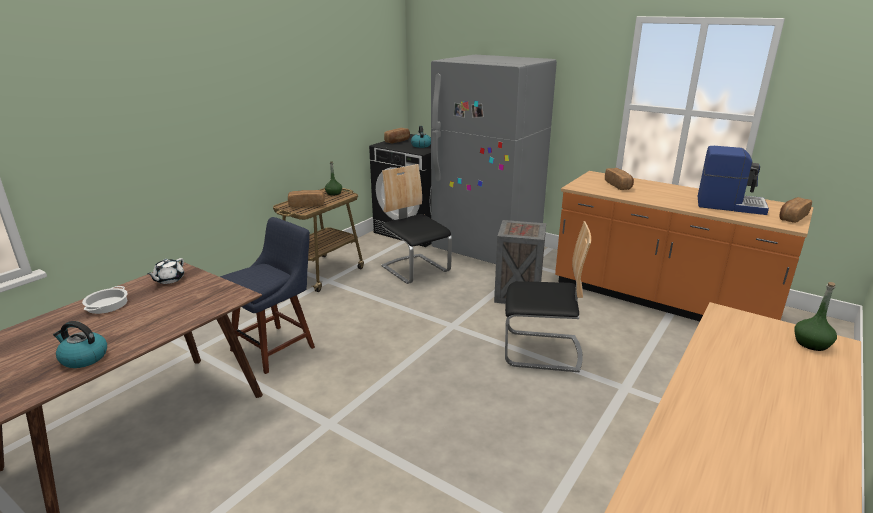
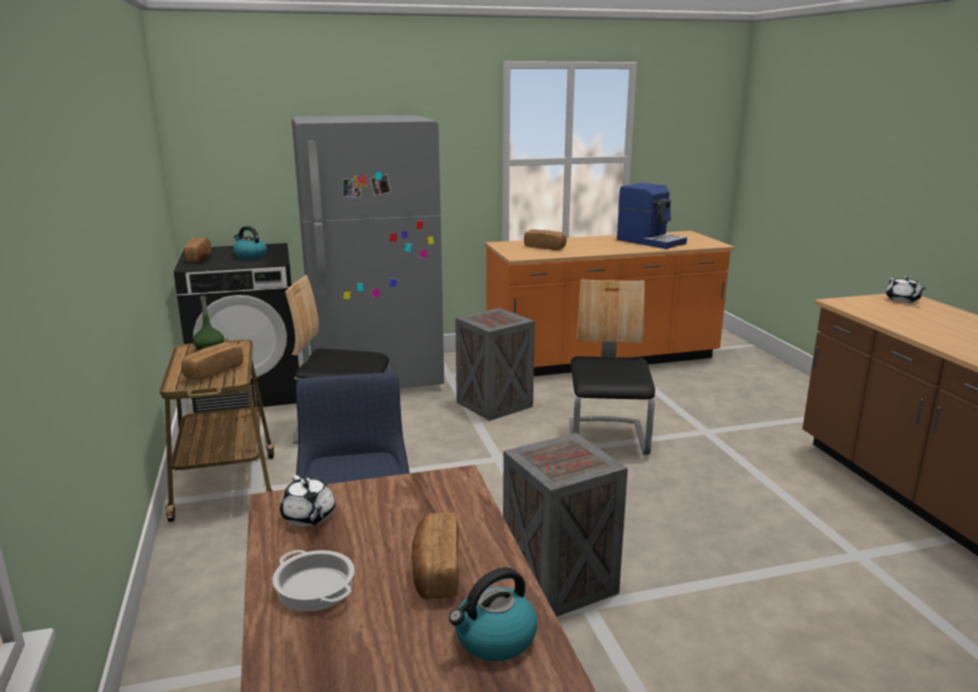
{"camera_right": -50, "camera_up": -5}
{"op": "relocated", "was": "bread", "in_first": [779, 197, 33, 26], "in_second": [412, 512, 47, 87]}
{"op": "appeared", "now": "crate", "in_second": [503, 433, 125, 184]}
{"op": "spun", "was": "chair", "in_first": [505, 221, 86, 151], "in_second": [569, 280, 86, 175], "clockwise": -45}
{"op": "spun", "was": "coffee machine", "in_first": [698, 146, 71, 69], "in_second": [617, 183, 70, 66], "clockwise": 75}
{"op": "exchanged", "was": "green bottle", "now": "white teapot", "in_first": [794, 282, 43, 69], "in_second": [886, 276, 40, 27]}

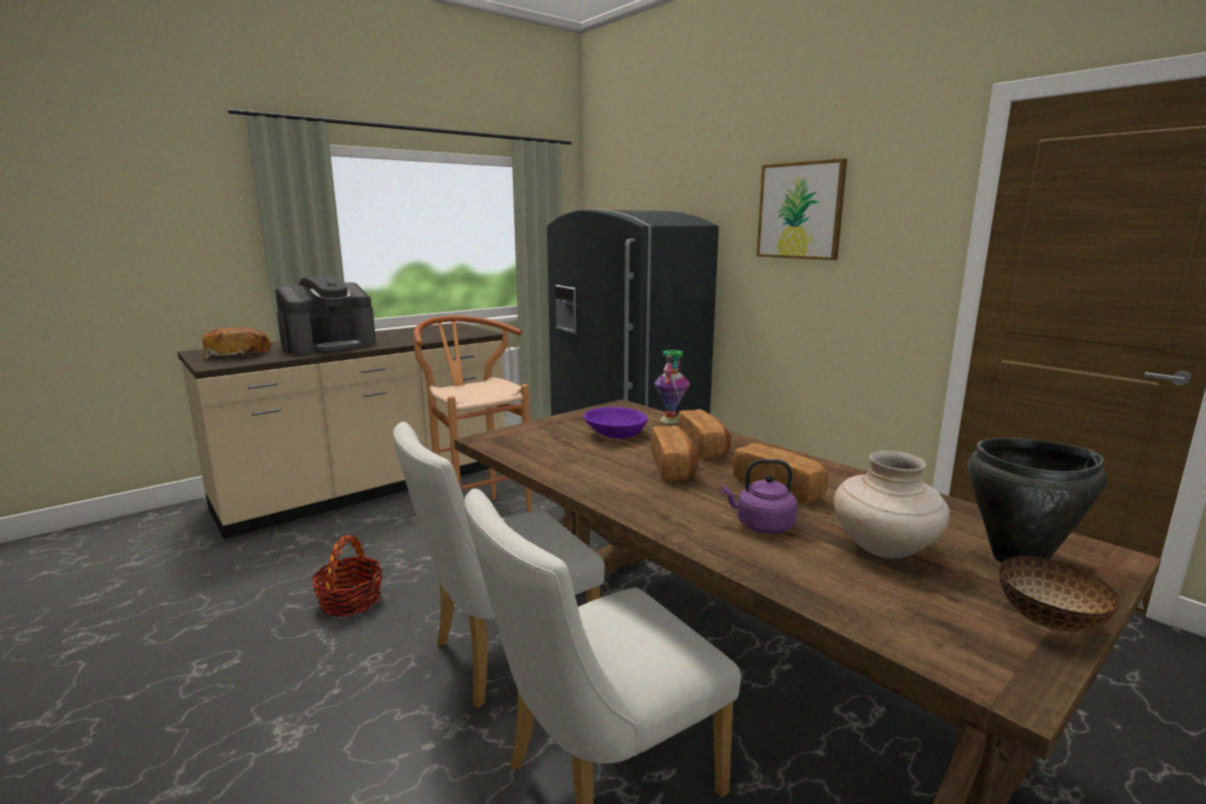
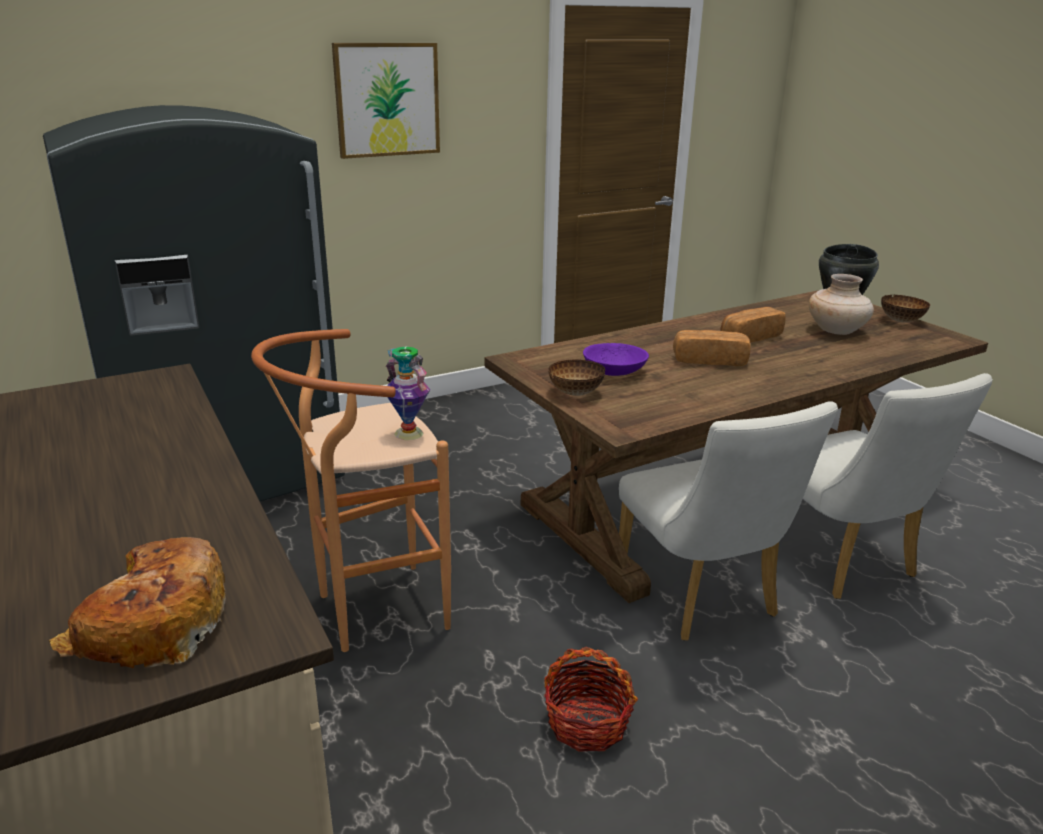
{"camera_right": -80, "camera_up": 10}
{"op": "relocated", "was": "vase", "in_first": [654, 350, 36, 74], "in_second": [385, 347, 45, 93]}
{"op": "appeared", "now": "bowl", "in_second": [549, 359, 56, 37]}
{"op": "missing", "was": "coffee machine", "in_first": [275, 276, 101, 79]}
{"op": "missing", "was": "bread", "in_first": [677, 409, 54, 50]}
{"op": "missing", "was": "purple kettle", "in_first": [722, 459, 75, 75]}

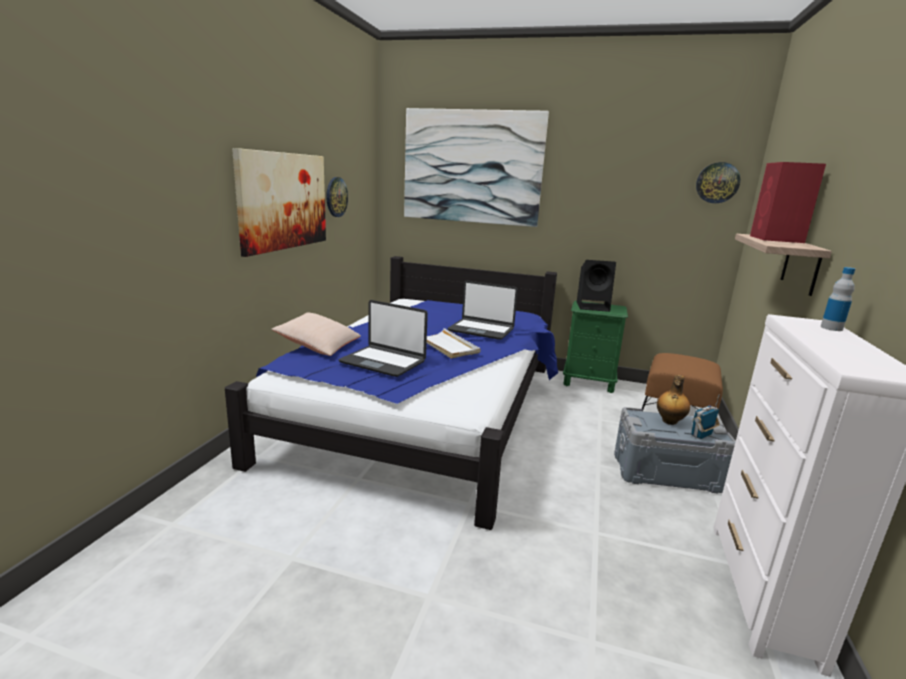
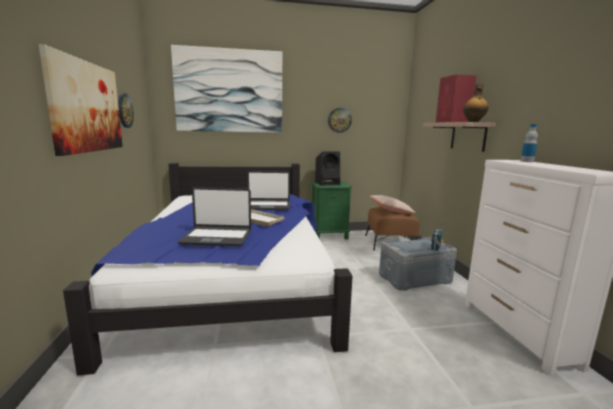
{"camera_right": -25, "camera_up": -5}
{"op": "relocated", "was": "wall clock", "in_first": [696, 162, 44, 41], "in_second": [328, 108, 24, 25]}
{"op": "relocated", "was": "beige pillow", "in_first": [271, 312, 90, 44], "in_second": [370, 195, 46, 19]}
{"op": "relocated", "was": "bottle", "in_first": [657, 375, 33, 50], "in_second": [463, 83, 26, 39]}

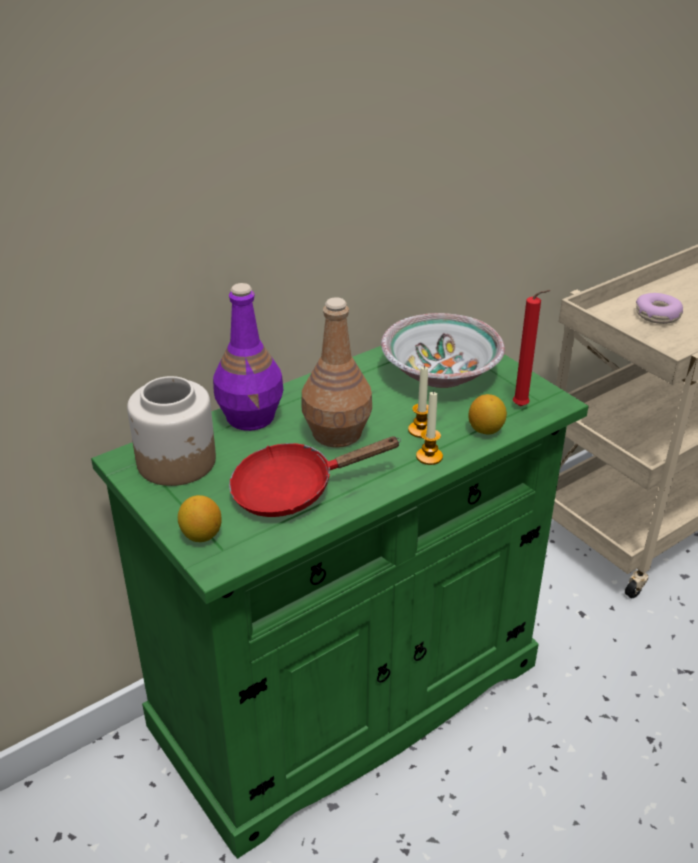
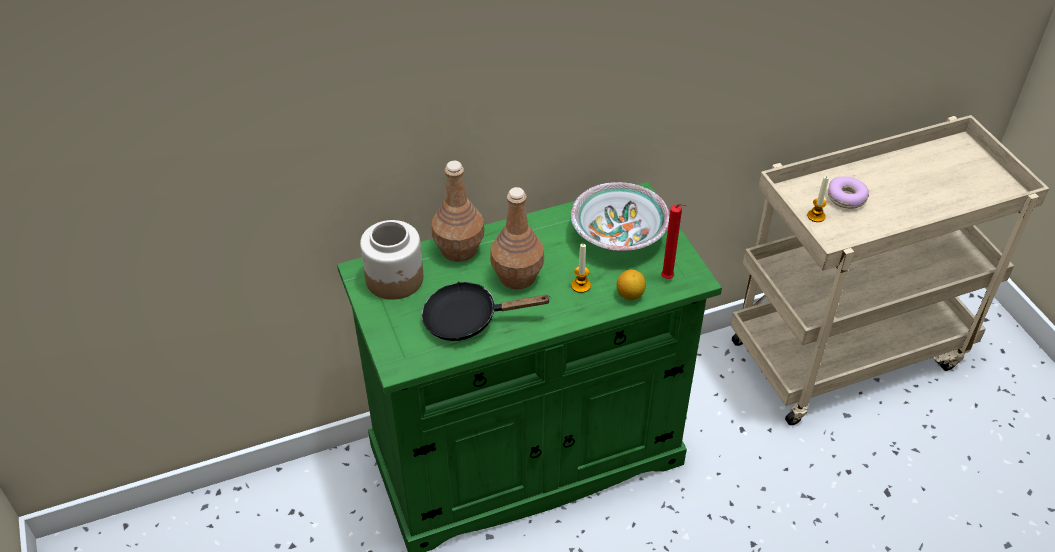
{"camera_right": 15, "camera_up": 10}
{"op": "colour", "was": "red frying pan", "now": "black frying pan", "in_first": [229, 436, 172, 81], "in_second": [422, 281, 129, 60]}
{"op": "colour", "was": "purple bottle", "now": "brown bottle", "in_first": [213, 283, 70, 148], "in_second": [432, 161, 52, 101]}
{"op": "relocated", "was": "candle", "in_first": [416, 391, 27, 74], "in_second": [807, 176, 22, 46]}
{"op": "missing", "was": "lemon", "in_first": [178, 495, 44, 47]}

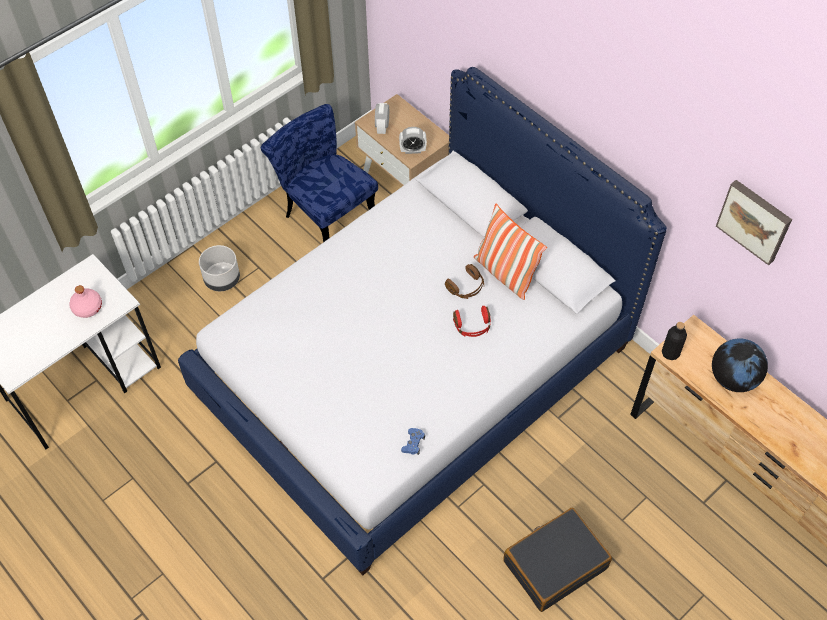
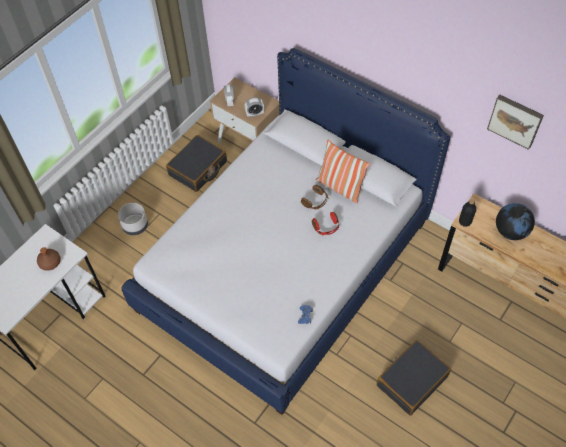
{"camera_right": -10, "camera_up": 0}
{"op": "colour", "was": "pink bottle", "now": "brown bottle", "in_first": [69, 285, 33, 33], "in_second": [37, 247, 24, 23]}
{"op": "exchanged", "was": "blue chair", "now": "black suitcase", "in_first": [261, 104, 117, 138], "in_second": [166, 135, 61, 57]}

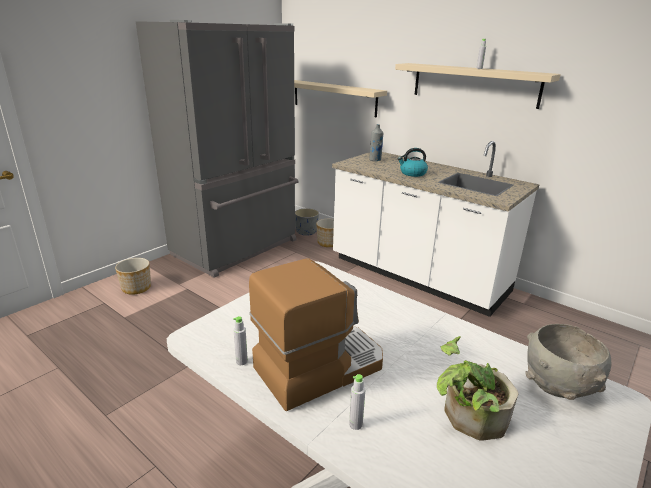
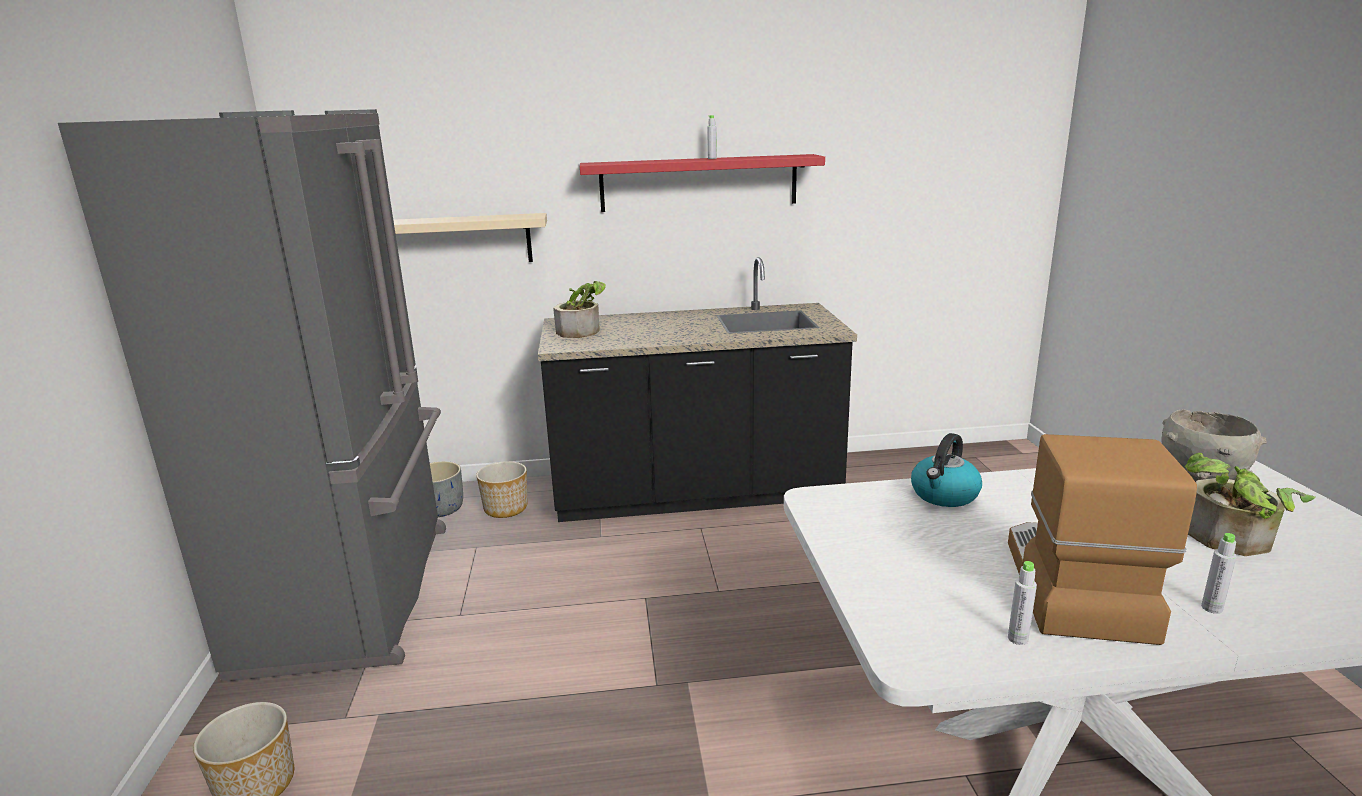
{"camera_right": -45, "camera_up": -5}
{"op": "colour", "was": "white counter", "now": "black counter", "in_first": [332, 141, 208, 176], "in_second": [538, 257, 319, 265]}
{"op": "exchanged", "was": "grey bottle", "now": "potted plant", "in_first": [369, 124, 15, 37], "in_second": [553, 281, 53, 57]}
{"op": "colour", "was": "beige shelf", "now": "red shelf", "in_first": [395, 63, 166, 46], "in_second": [580, 154, 245, 58]}
{"op": "relocated", "was": "kettle", "in_first": [397, 148, 31, 29], "in_second": [911, 433, 71, 74]}

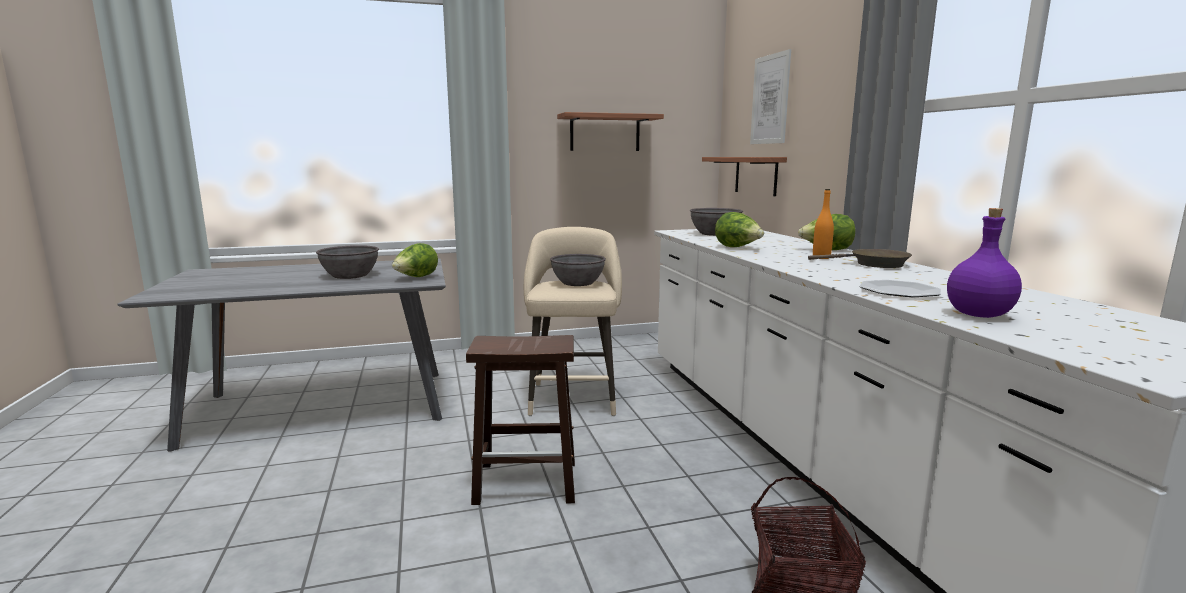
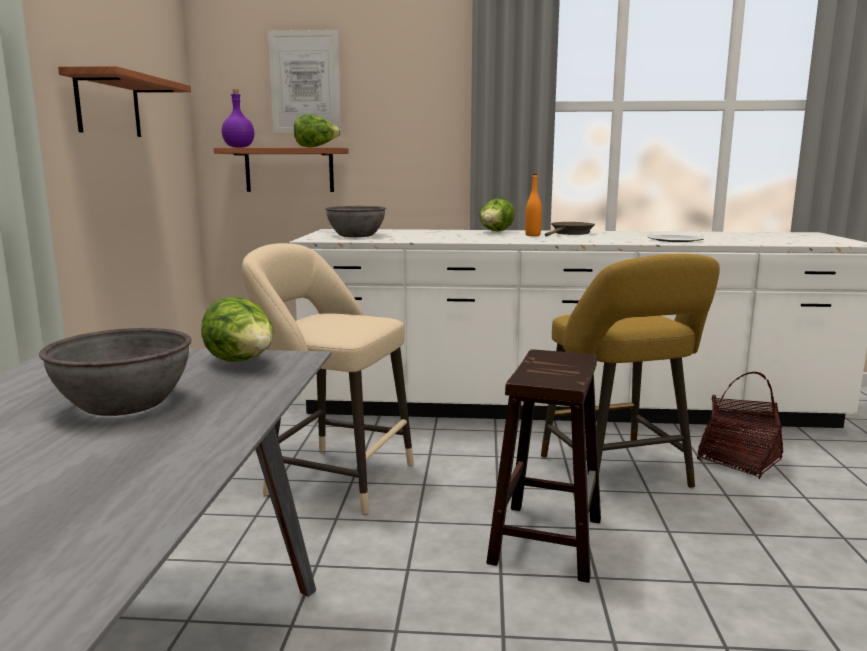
{"camera_right": -70, "camera_up": 0}
{"op": "relocated", "was": "purple bottle", "in_first": [947, 208, 75, 110], "in_second": [222, 89, 32, 59]}
{"op": "relocated", "was": "lettuce", "in_first": [715, 212, 49, 35], "in_second": [294, 114, 47, 33]}
{"op": "appeared", "now": "yellow stool", "in_second": [541, 254, 179, 235]}
{"op": "missing", "was": "grey bowl", "in_first": [550, 254, 56, 32]}

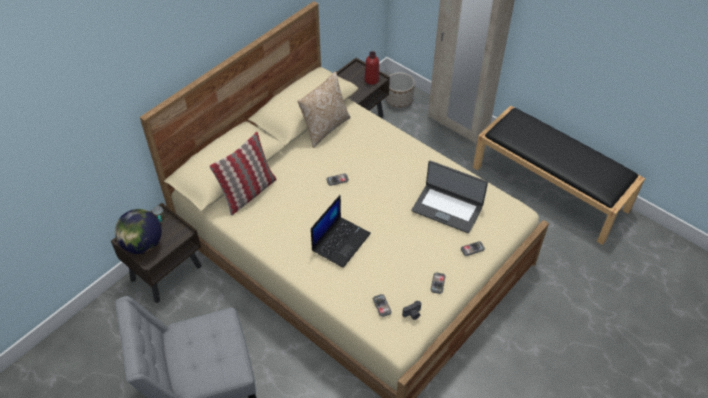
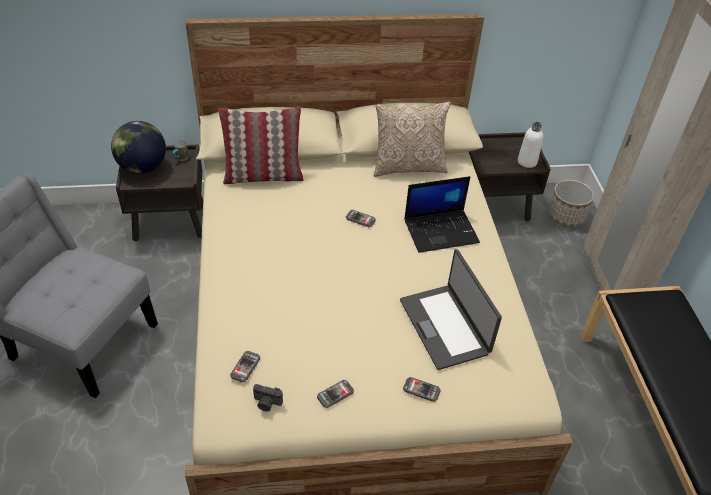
{"camera_right": 40, "camera_up": -5}
{"op": "relocated", "was": "laptop", "in_first": [311, 195, 60, 73], "in_second": [404, 176, 76, 77]}
{"op": "colour", "was": "red bottle", "now": "white bottle", "in_first": [365, 51, 14, 34], "in_second": [518, 122, 25, 46]}

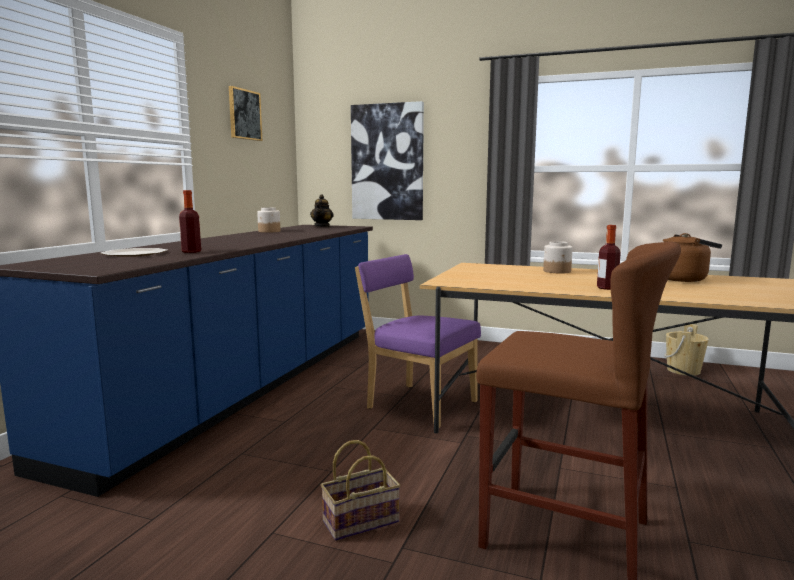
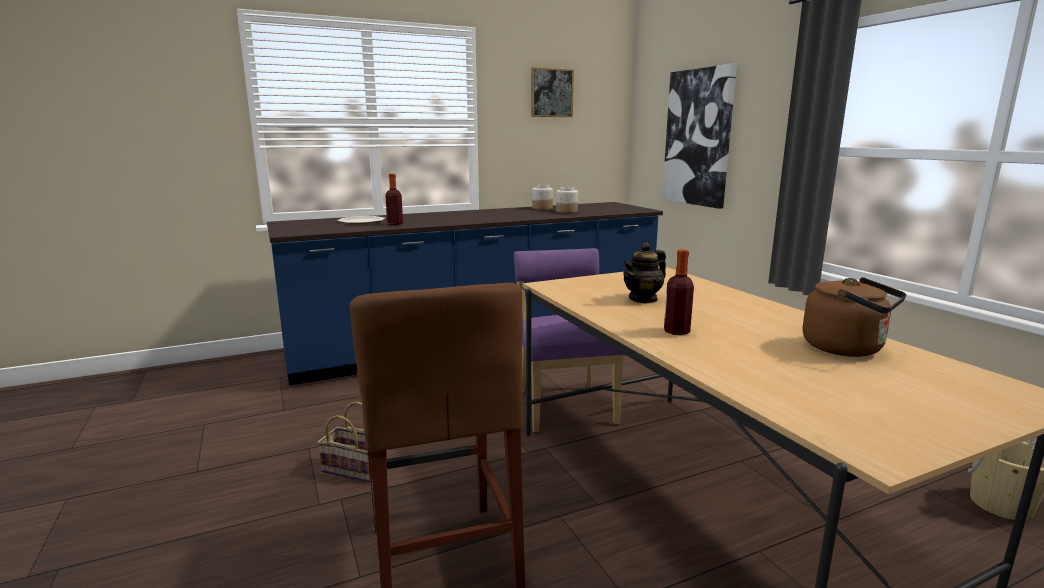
{"camera_right": 45, "camera_up": 5}
{"op": "relocated", "was": "jar", "in_first": [543, 241, 30, 33], "in_second": [556, 187, 22, 26]}
{"op": "relocated", "was": "teapot", "in_first": [310, 194, 24, 33], "in_second": [622, 242, 44, 61]}

